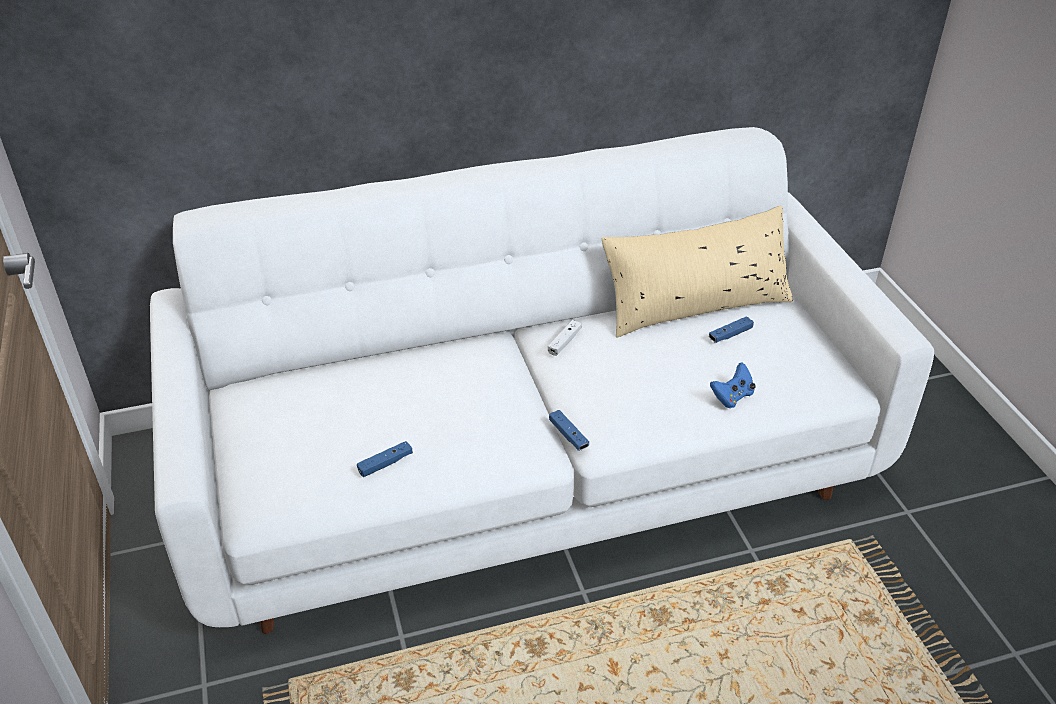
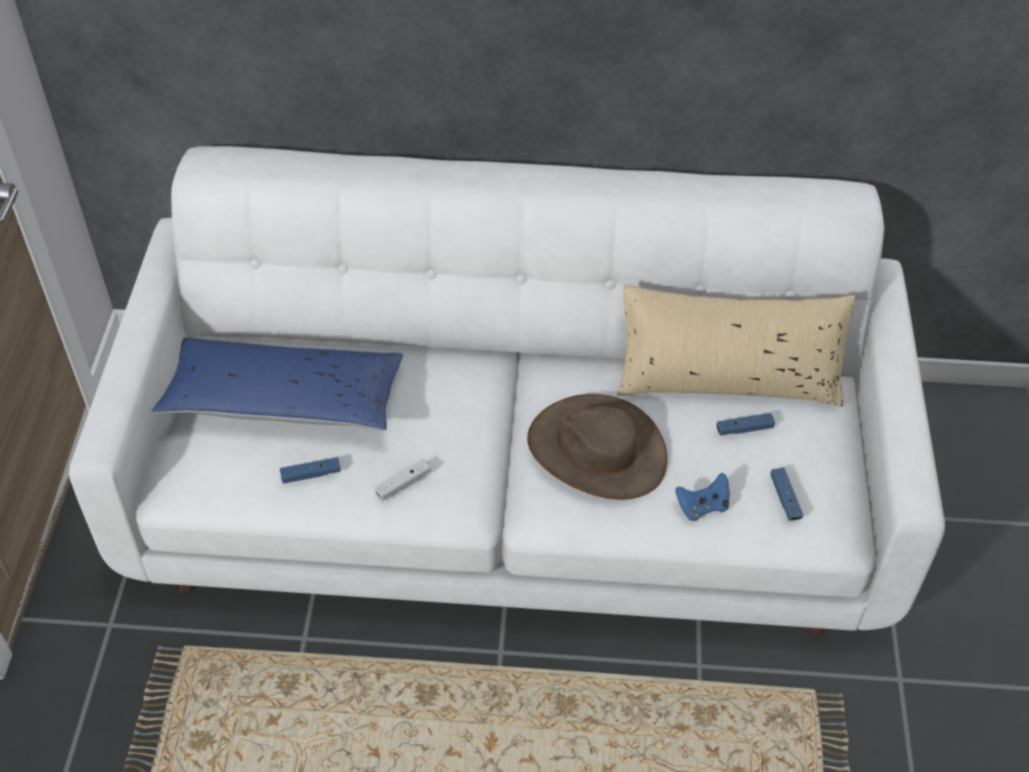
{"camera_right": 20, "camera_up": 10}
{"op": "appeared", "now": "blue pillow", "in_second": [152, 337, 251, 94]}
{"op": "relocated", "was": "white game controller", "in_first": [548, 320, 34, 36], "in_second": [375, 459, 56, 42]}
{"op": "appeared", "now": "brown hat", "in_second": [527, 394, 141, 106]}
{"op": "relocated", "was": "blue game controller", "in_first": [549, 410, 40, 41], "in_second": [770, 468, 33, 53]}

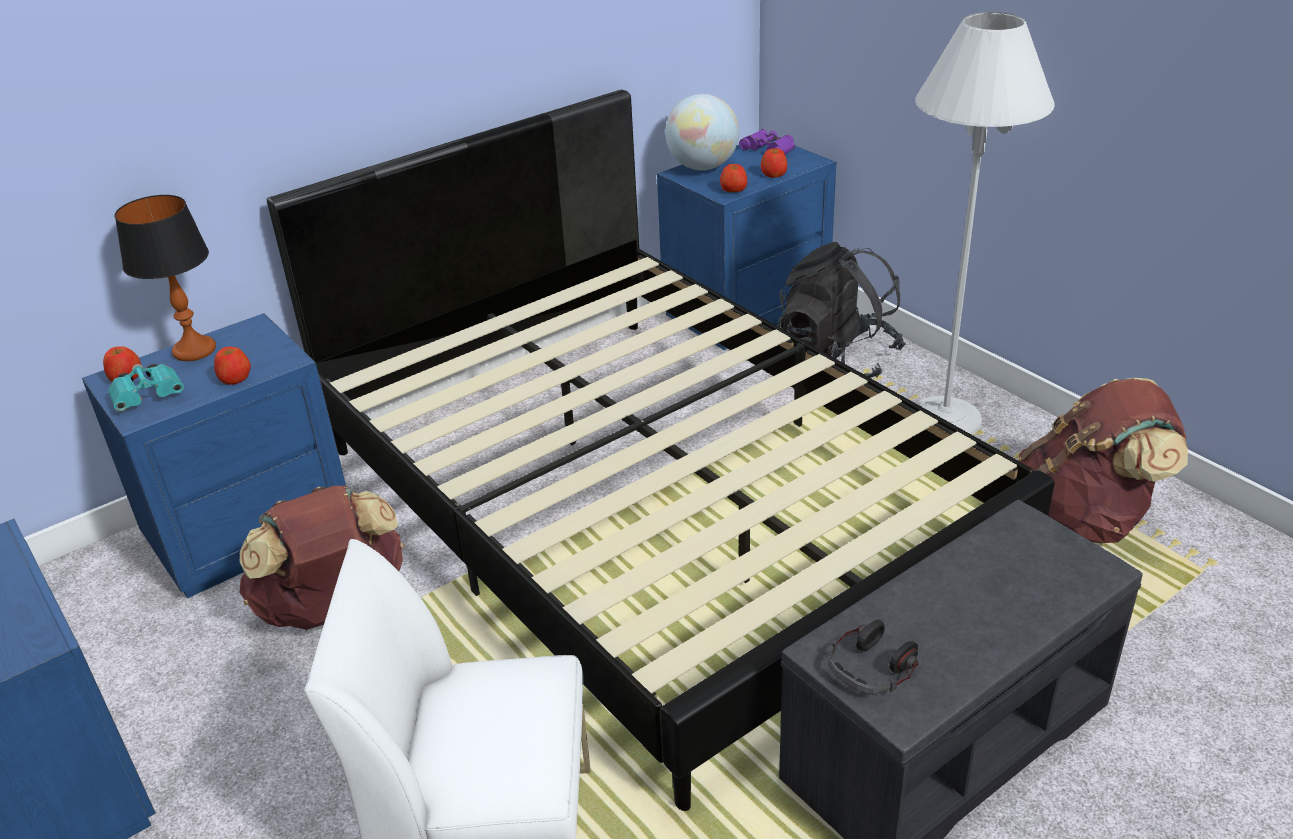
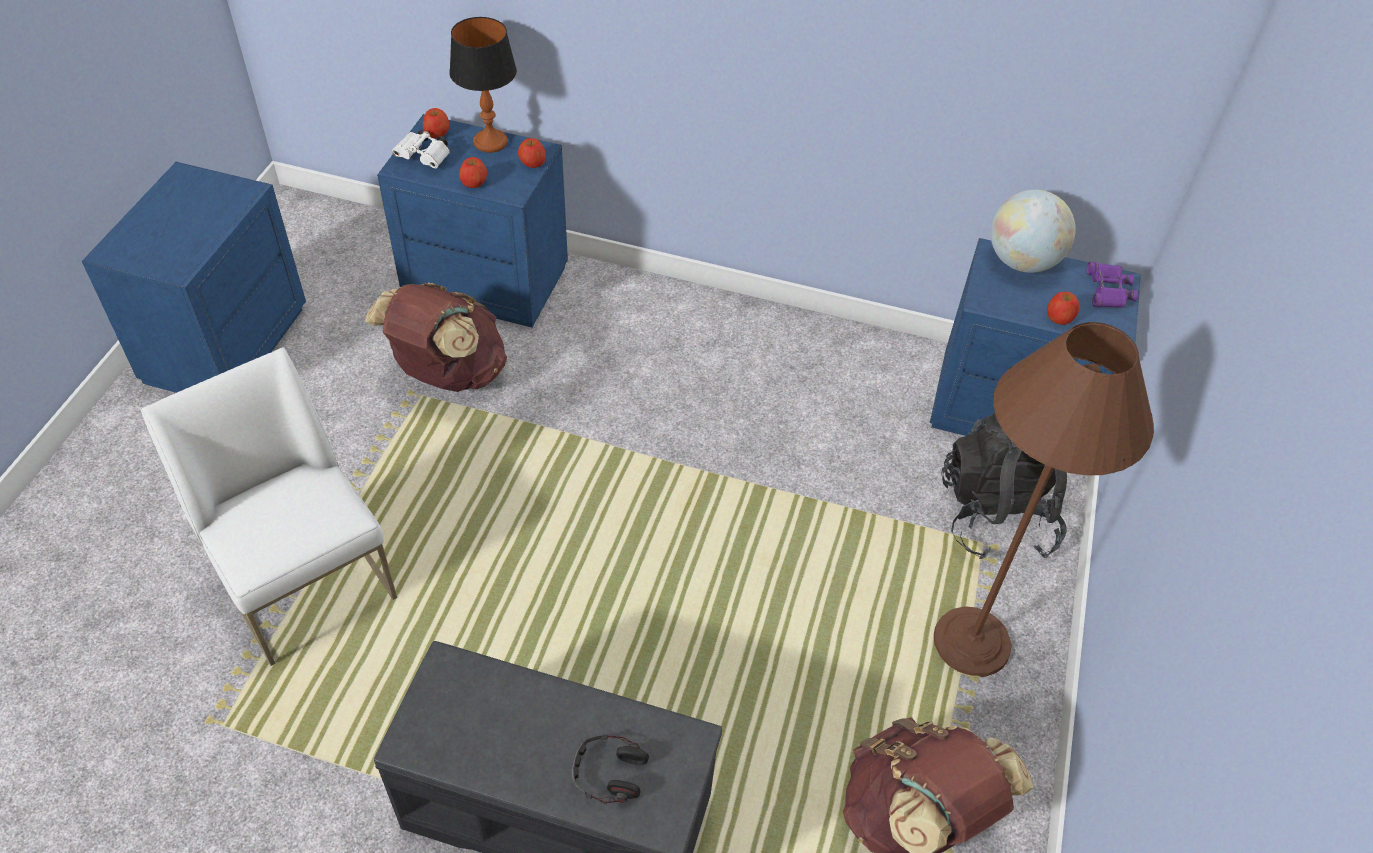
{"camera_right": 50, "camera_up": 15}
{"op": "colour", "was": "turquoise binoculars", "now": "white binoculars", "in_first": [108, 364, 76, 47], "in_second": [392, 130, 58, 38]}
{"op": "relocated", "was": "apple", "in_first": [720, 164, 27, 28], "in_second": [518, 138, 28, 30]}
{"op": "relocated", "was": "headphones", "in_first": [828, 620, 91, 74], "in_second": [572, 733, 77, 71]}
{"op": "colour", "was": "white floor lamp", "now": "brown floor lamp", "in_first": [915, 12, 140, 423], "in_second": [934, 322, 220, 355]}
{"op": "missing", "was": "black bed", "in_first": [267, 89, 788, 722]}

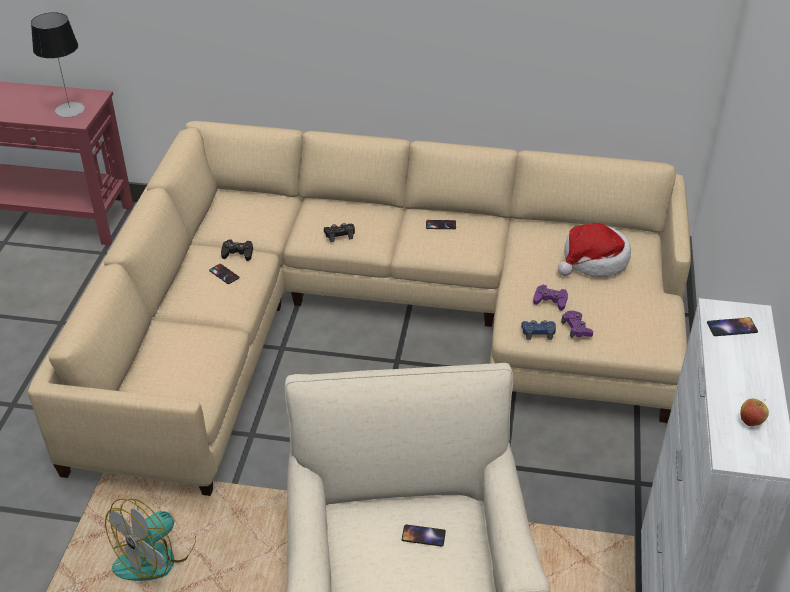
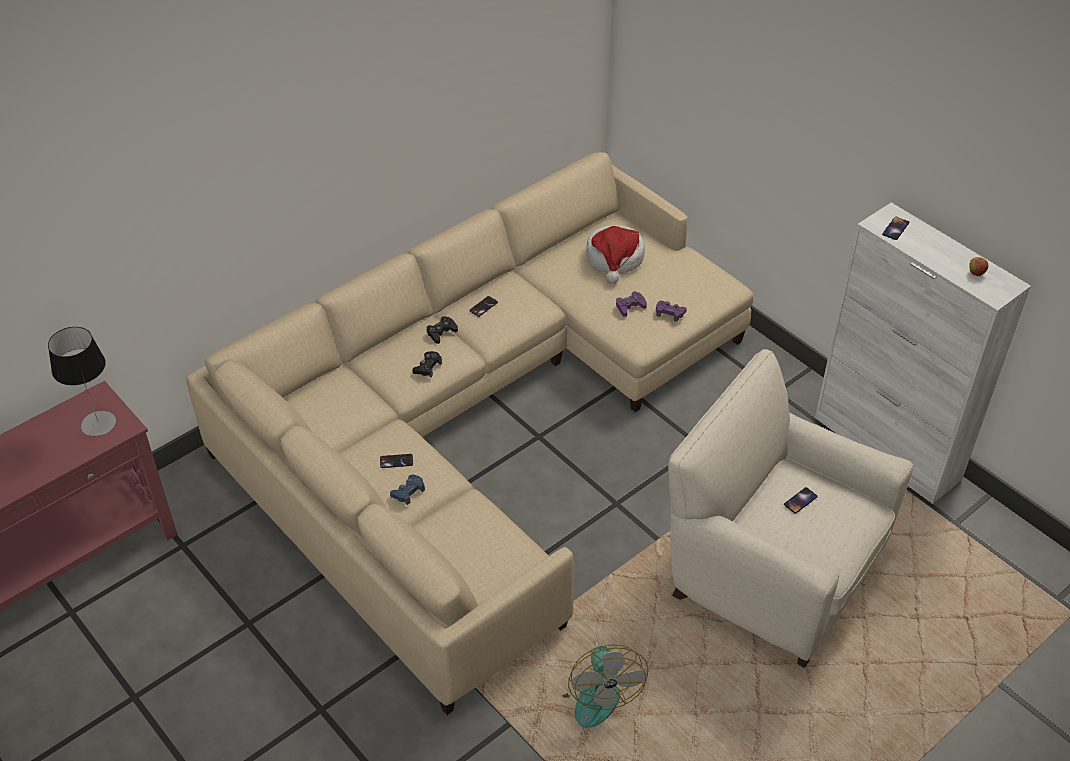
{"camera_right": -50, "camera_up": 5}
{"op": "relocated", "was": "blue game controller", "in_first": [521, 320, 35, 20], "in_second": [390, 475, 35, 30]}
{"op": "relocated", "was": "black game controller", "in_first": [221, 240, 32, 21], "in_second": [427, 316, 31, 28]}

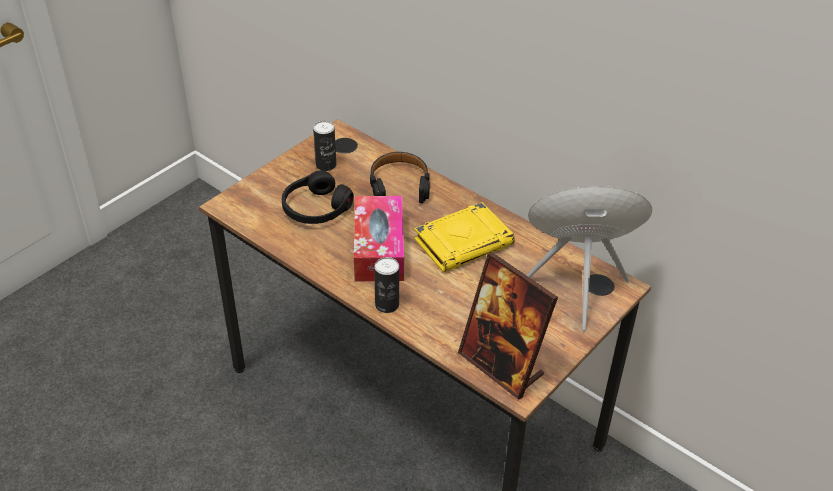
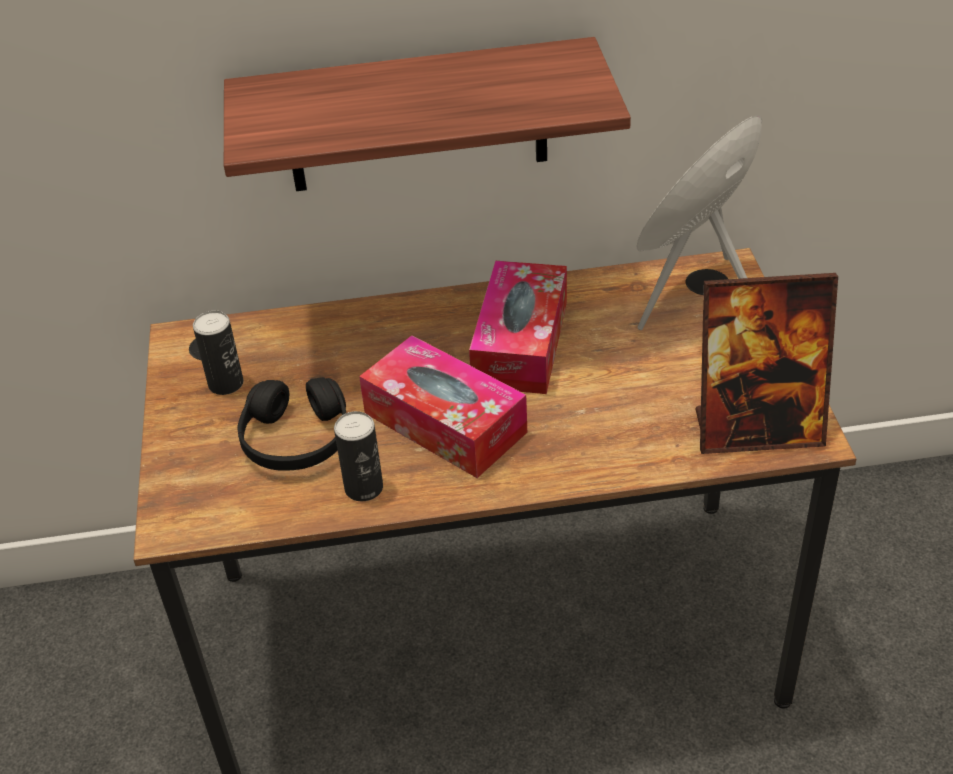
{"camera_right": -45, "camera_up": 0}
{"op": "appeared", "now": "shelf", "in_second": [224, 37, 407, 154]}
{"op": "relocated", "was": "can", "in_first": [374, 257, 25, 56], "in_second": [334, 411, 49, 90]}
{"op": "exchanged", "was": "yellow book", "now": "tissue box", "in_first": [414, 202, 101, 70], "in_second": [469, 261, 98, 133]}
{"op": "missing", "was": "black headphones", "in_first": [370, 152, 60, 51]}

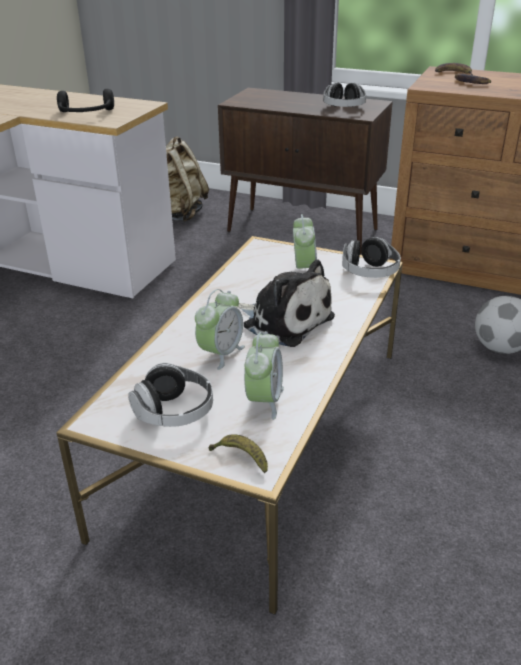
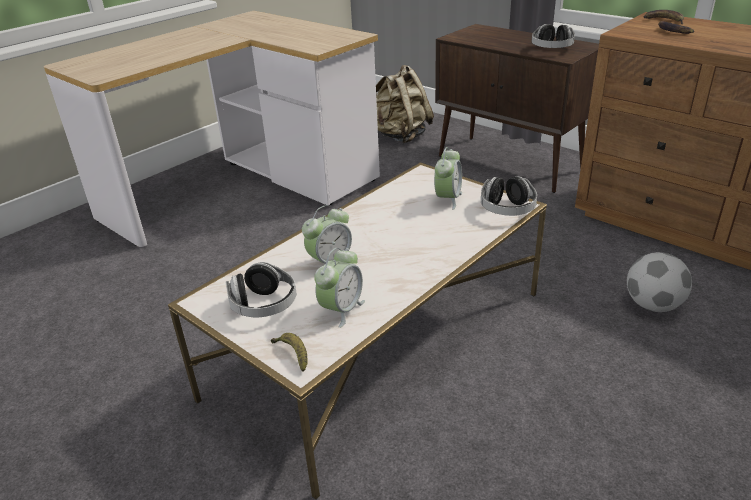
{"camera_right": 20, "camera_up": 0}
{"op": "missing", "was": "black headphones", "in_first": [57, 89, 57, 23]}
{"op": "missing", "was": "plush toy", "in_first": [235, 260, 100, 87]}

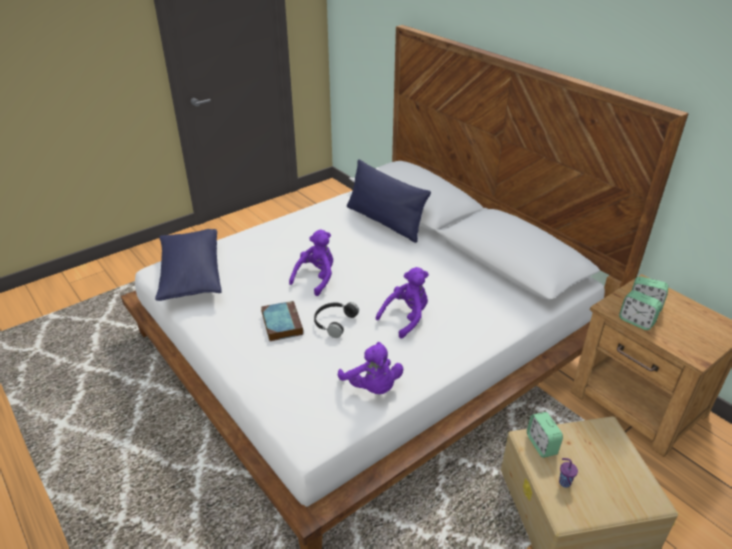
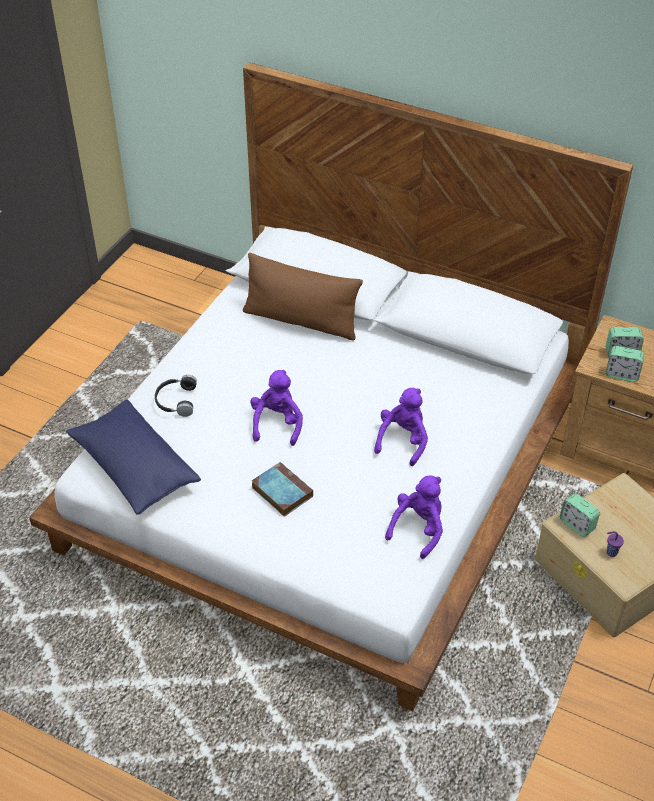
{"camera_right": -25, "camera_up": 10}
{"op": "relocated", "was": "black headphones", "in_first": [314, 302, 45, 36], "in_second": [155, 375, 42, 42]}
{"op": "colour", "was": "blue pillow", "now": "brown pillow", "in_first": [347, 159, 84, 84], "in_second": [243, 253, 120, 88]}
{"op": "spun", "was": "purple plush toy", "in_first": [338, 342, 65, 52], "in_second": [385, 475, 58, 84], "clockwise": -90}

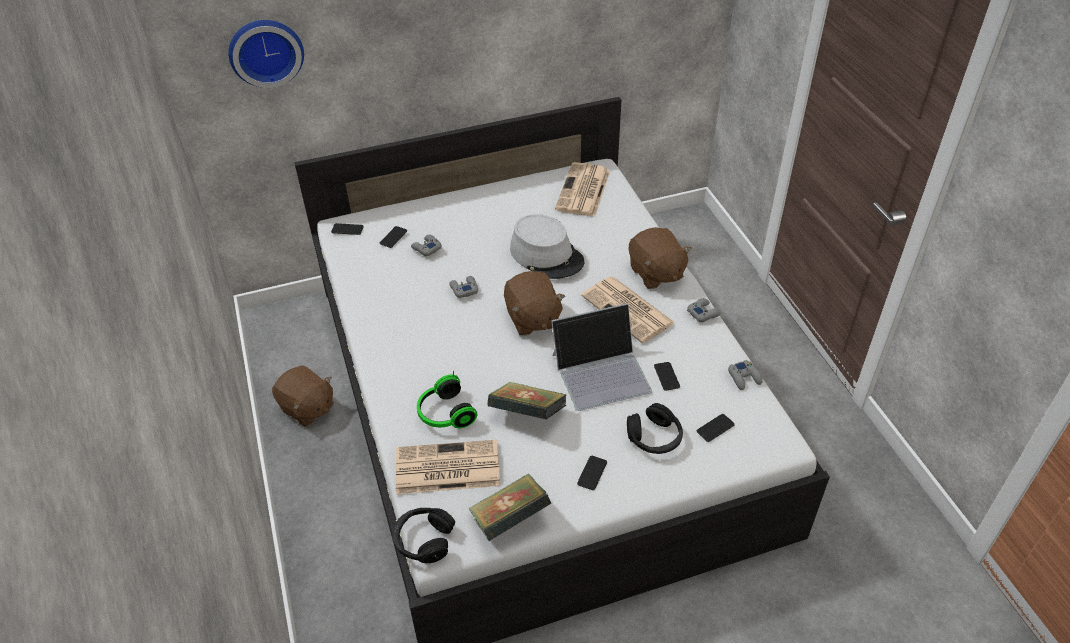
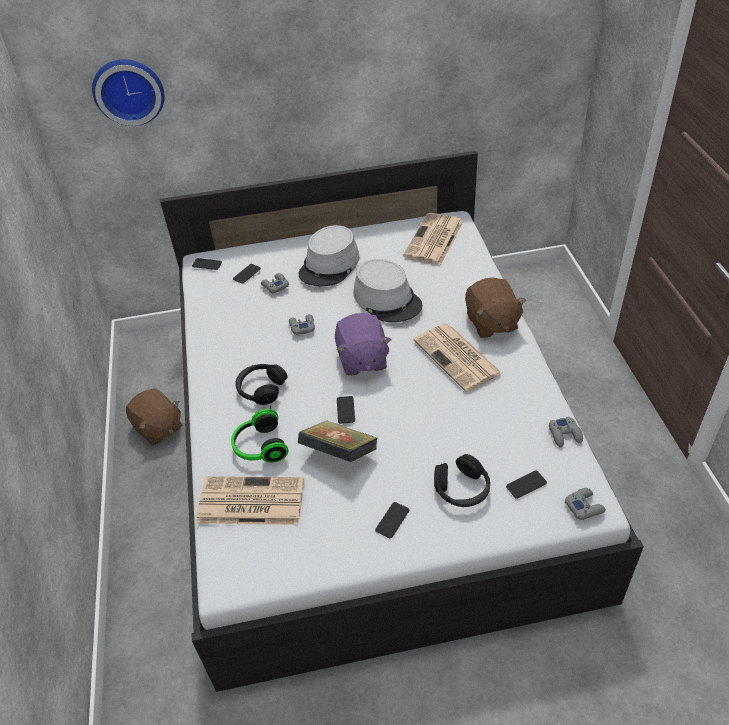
{"camera_right": 10, "camera_up": 0}
{"op": "relocated", "was": "black headphones", "in_first": [392, 508, 63, 55], "in_second": [235, 364, 53, 41]}
{"op": "appeared", "now": "grey hat", "in_second": [299, 225, 60, 61]}
{"op": "colour", "was": "brown plush toy", "now": "purple plush toy", "in_first": [504, 271, 61, 65], "in_second": [335, 313, 57, 63]}
{"op": "relocated", "was": "phone", "in_first": [654, 362, 26, 29], "in_second": [337, 396, 18, 28]}
{"op": "relocated", "was": "grey game controller", "in_first": [687, 298, 34, 24], "in_second": [565, 488, 41, 32]}
{"op": "missing", "was": "book", "in_first": [468, 473, 83, 68]}
{"op": "missing", "was": "laptop", "in_first": [551, 303, 101, 108]}

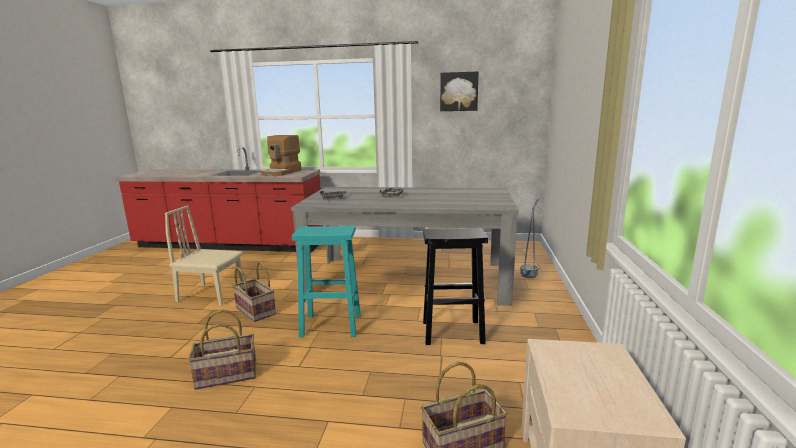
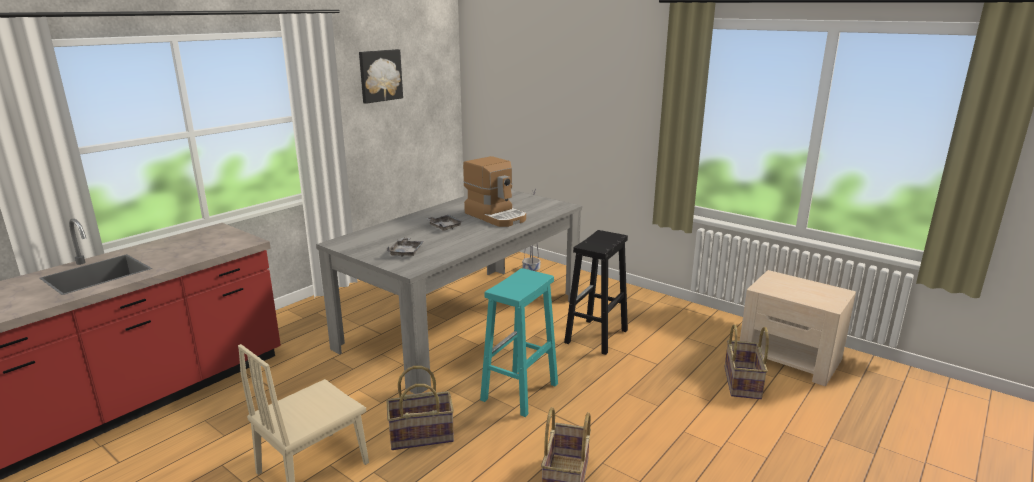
{"camera_right": -60, "camera_up": 5}
{"op": "relocated", "was": "coffee machine", "in_first": [261, 135, 40, 41], "in_second": [463, 156, 63, 71]}

